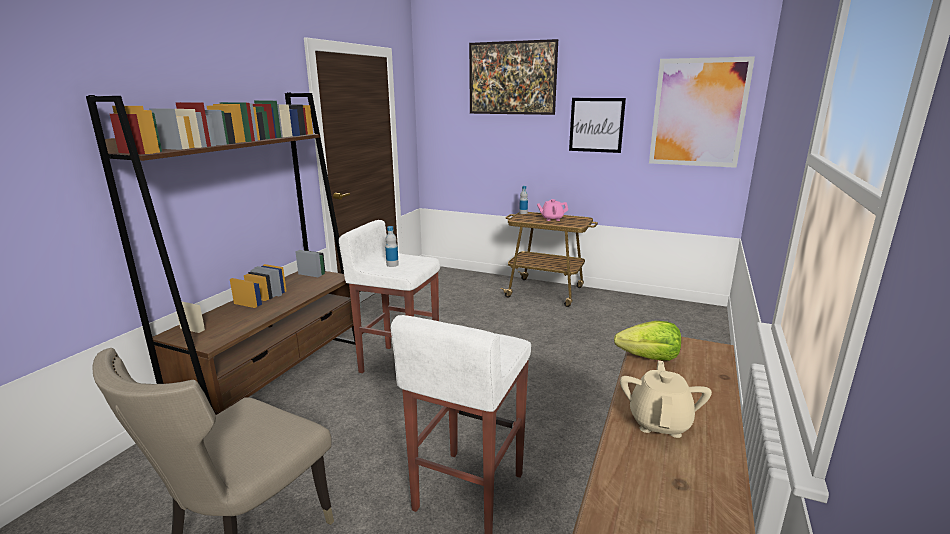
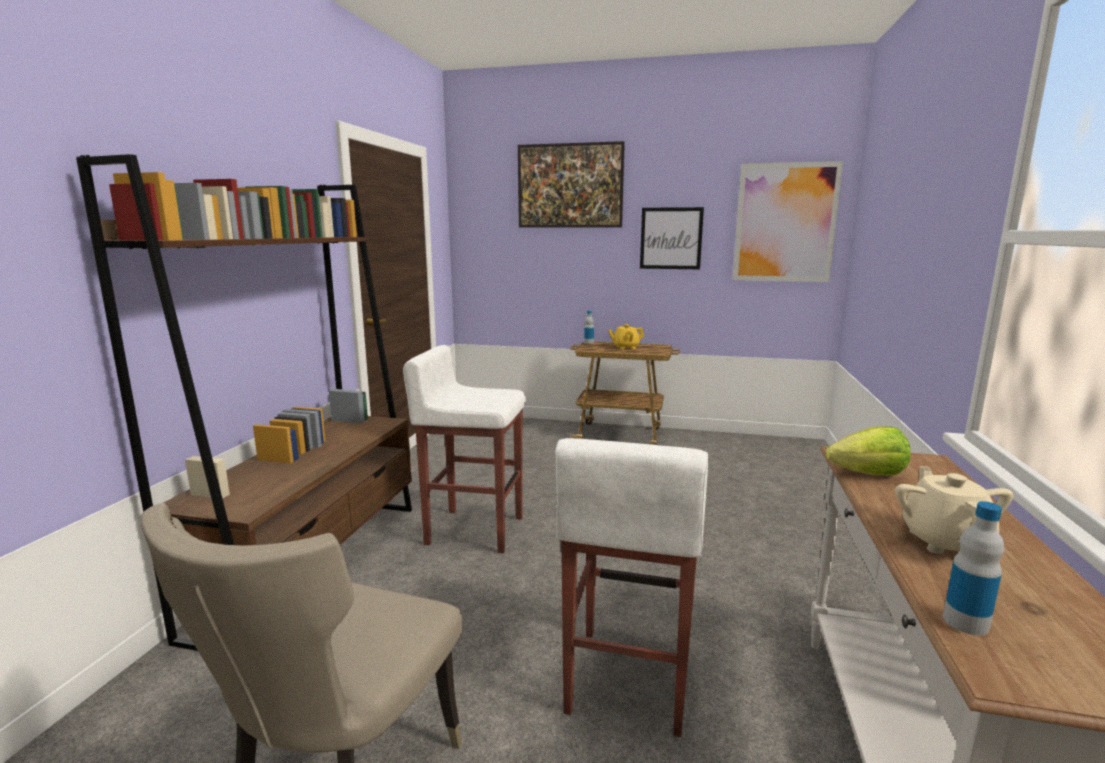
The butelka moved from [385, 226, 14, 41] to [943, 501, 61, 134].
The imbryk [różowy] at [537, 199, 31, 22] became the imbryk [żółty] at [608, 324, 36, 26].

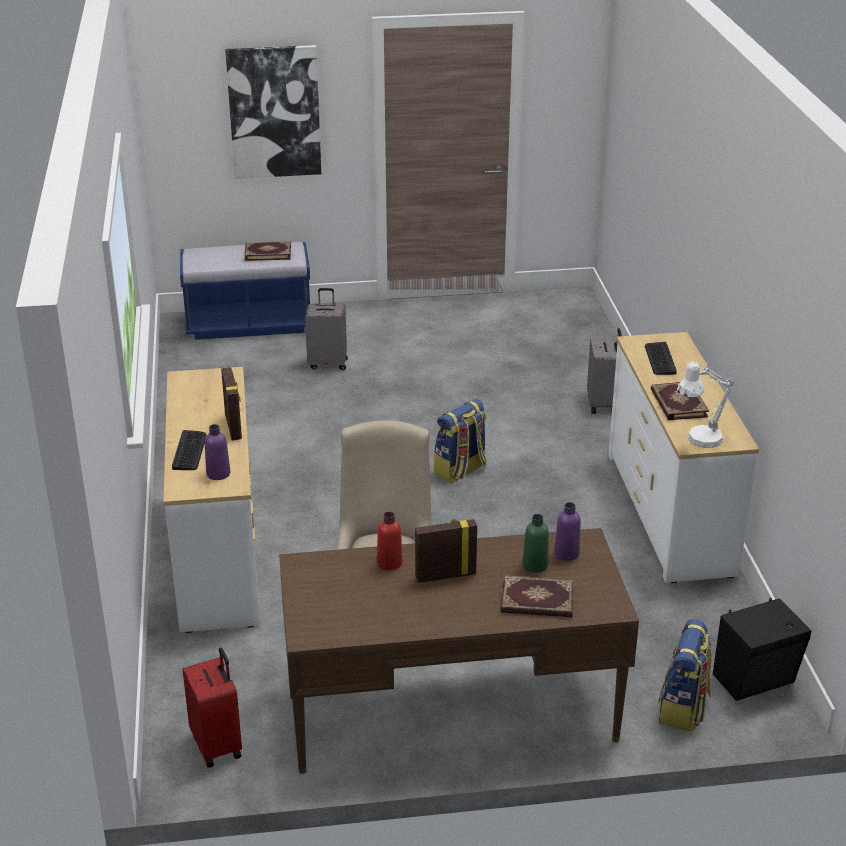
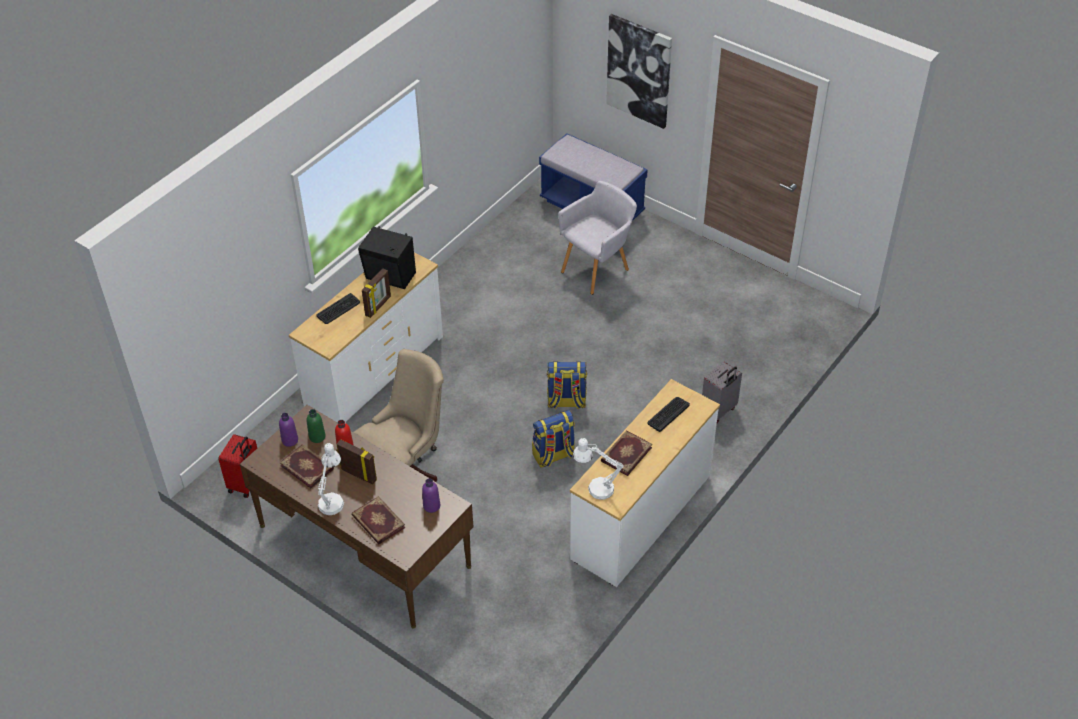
The butelka [fioletowy] moved from [205, 424, 25, 56] to [279, 413, 19, 34].
The książka moved from [244, 241, 47, 20] to [279, 444, 55, 44].
The walizka [szary] at [305, 288, 43, 82] was replaced by the fotel [szary] at [558, 181, 79, 114].
The butelka [zielony] moved from [523, 514, 26, 59] to [307, 409, 19, 34].
The plecak moved from [658, 619, 54, 112] to [532, 410, 43, 58].
The głośnik [czarny] moved from [713, 598, 98, 103] to [358, 226, 58, 63].
The lampa stołowa [biały] at [318, 443, 26, 72] appeared.

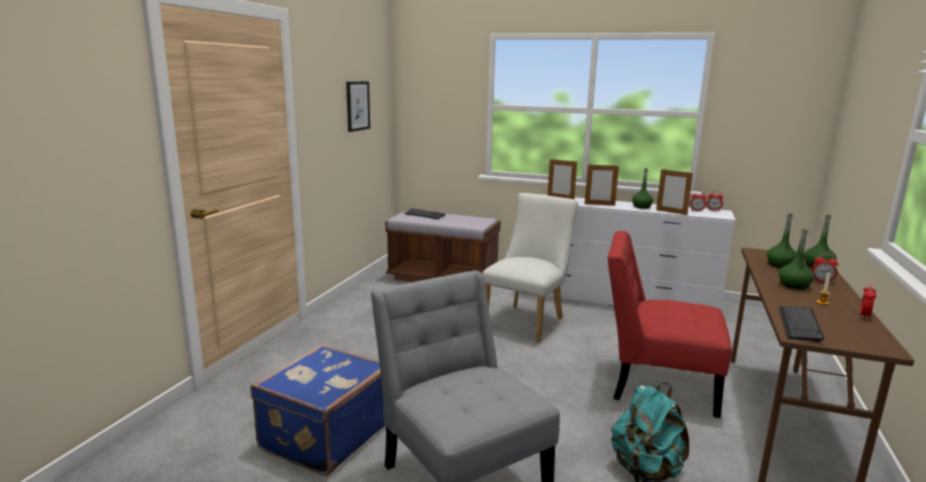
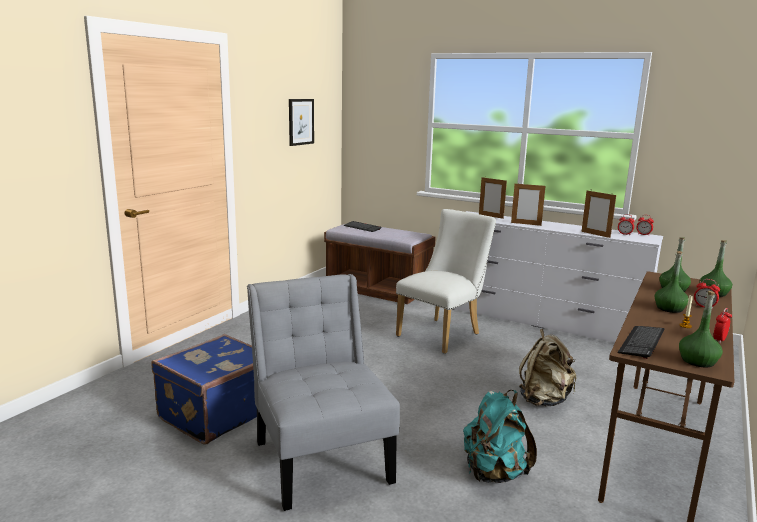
The krzesło [czerwony] at [607, 231, 125, 187] was replaced by the plecak [beżowy] at [519, 329, 57, 78].
The butelka [zielony] moved from [632, 168, 21, 41] to [679, 291, 44, 76].

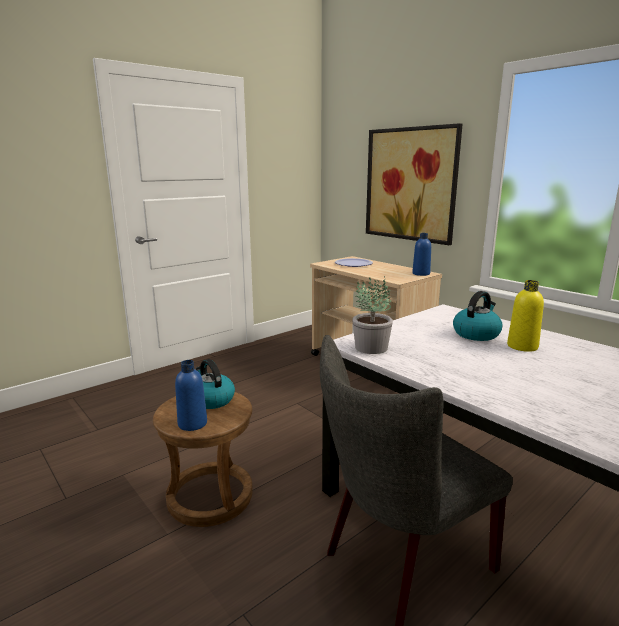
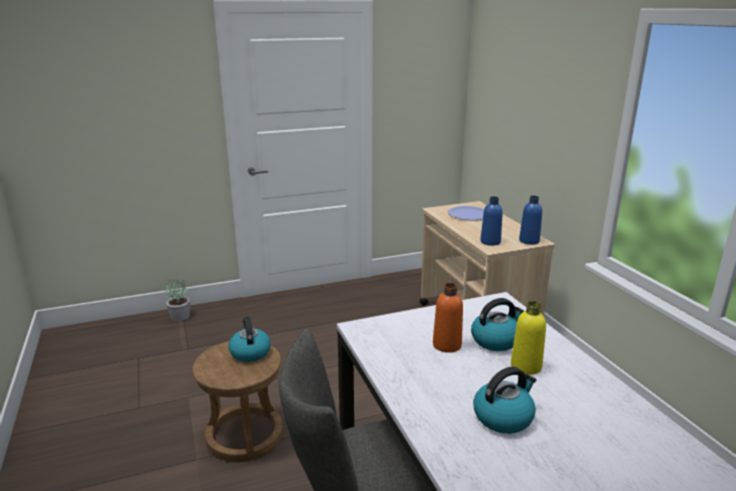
The butelka [niebieski] moved from [175, 360, 32, 71] to [480, 196, 23, 50].
The roślina doniczkowa moved from [352, 276, 41, 78] to [166, 279, 24, 42].
The obraz at [366, 123, 97, 122] disappeared.
The butelka [pomarańczowy] at [433, 283, 30, 70] appeared.
The czajnik at [473, 366, 63, 68] appeared.

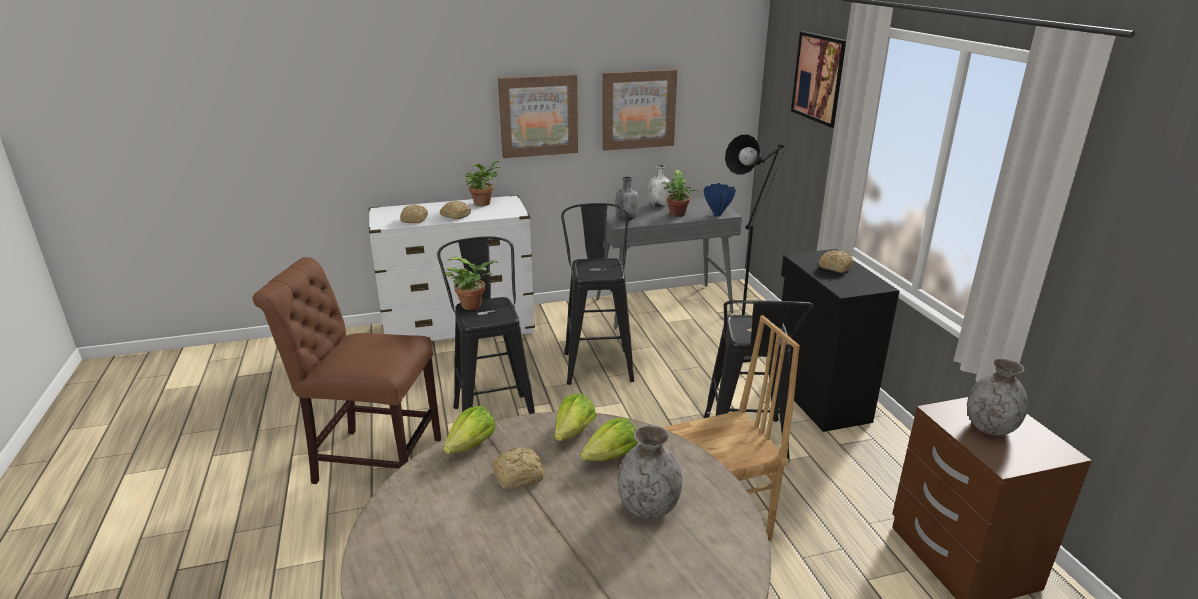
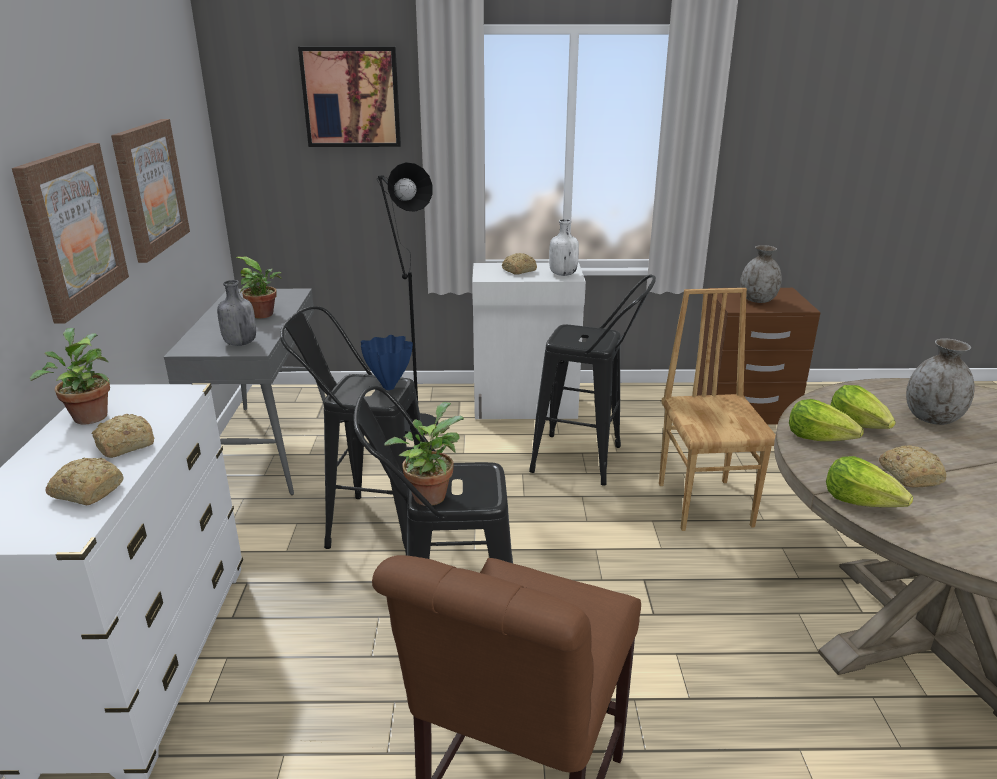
The butelka [biały] moved from [648, 165, 22, 42] to [549, 219, 30, 57].
The wazon [niebieski] moved from [704, 183, 32, 33] to [361, 335, 52, 55].
The szafka [czarny] at [781, 249, 118, 183] became the szafka [biały] at [472, 263, 114, 156].

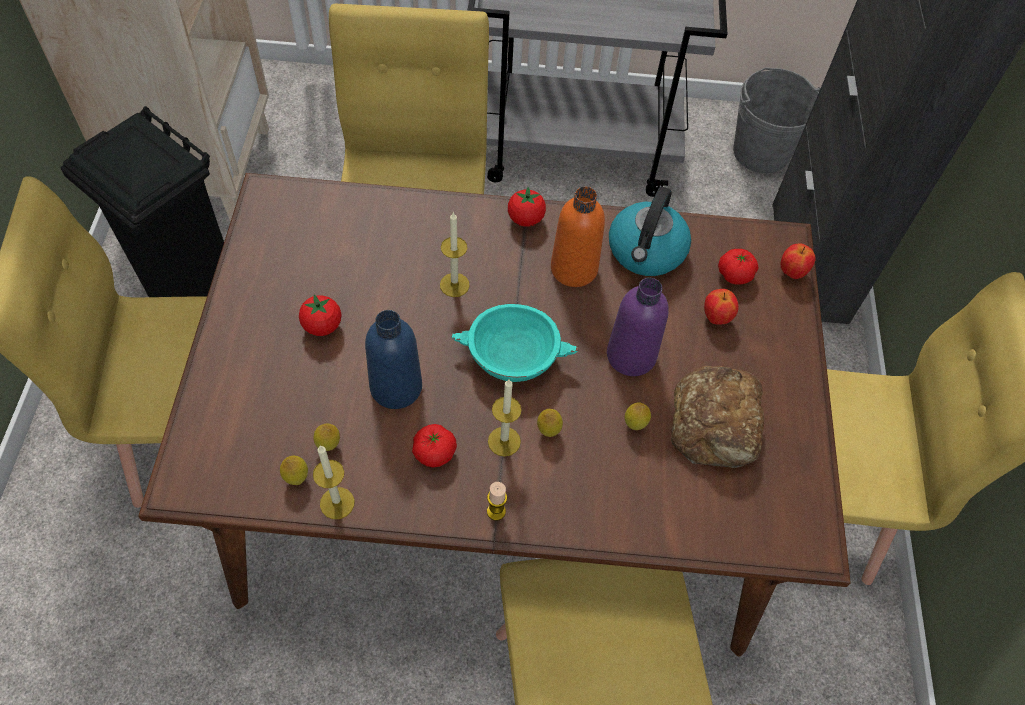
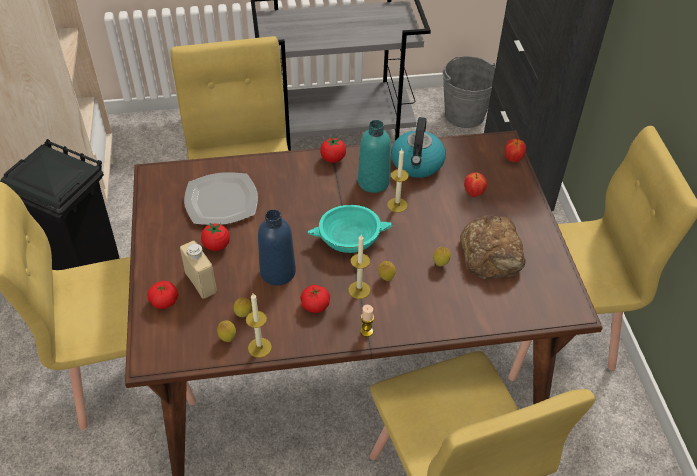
The świeca moved from [440, 212, 30, 85] to [387, 149, 22, 63].
The butelka [pomarańczowy] at [551, 186, 54, 101] became the butelka [turkusowy] at [358, 120, 33, 73].
The butelka [fioletowy] at [607, 278, 62, 98] disappeared.
The pomidor moved from [718, 249, 40, 35] to [147, 281, 31, 28].
The butelka [beżowy] at [180, 241, 37, 58] appeared.
The talerz at [184, 172, 74, 53] appeared.

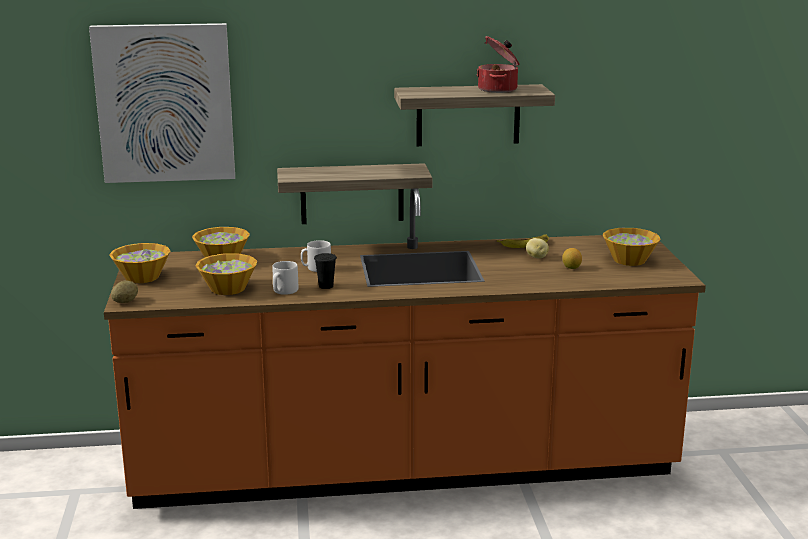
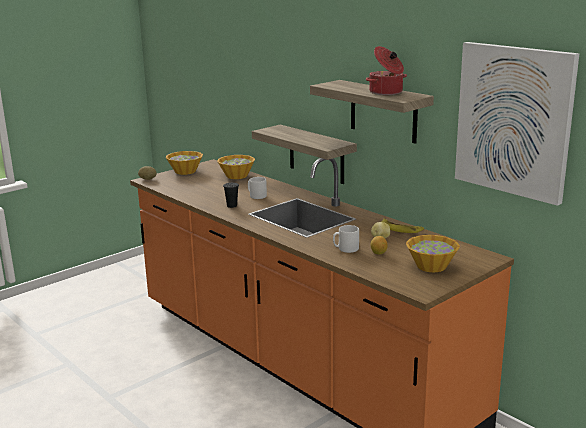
The obraz moved from [89, 23, 146, 160] to [455, 42, 124, 164].
The miska at [196, 253, 61, 42] disappeared.
The kubek [szary] moved from [272, 261, 26, 34] to [333, 225, 26, 28].

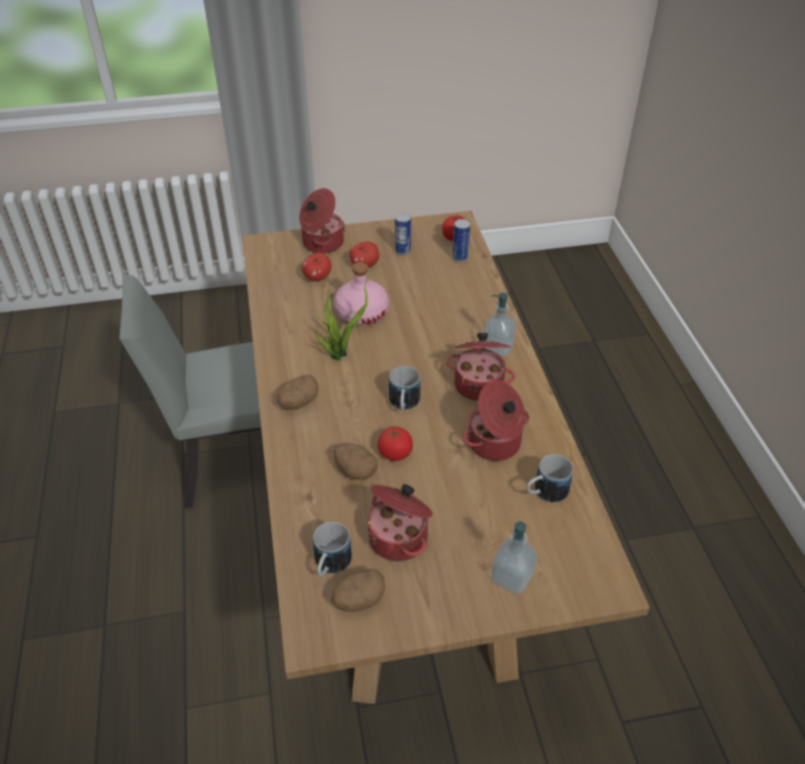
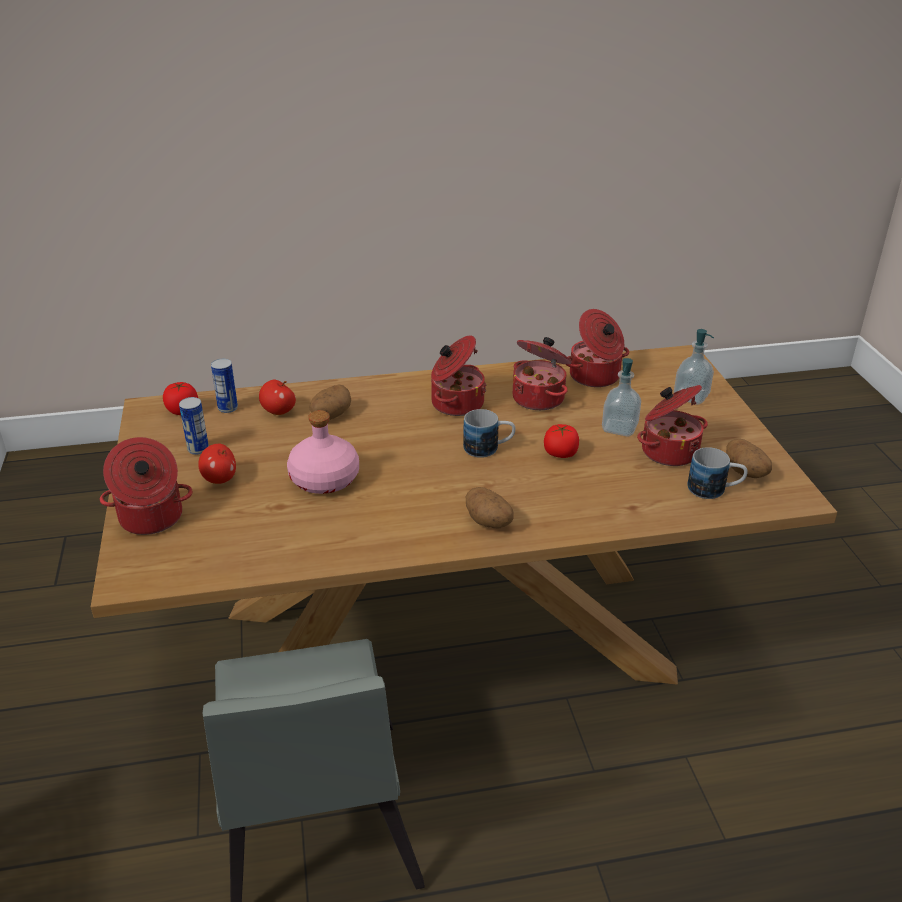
The jabłko moved from [302, 252, 30, 29] to [259, 380, 37, 35].
The roślina doniczkowa at [314, 273, 60, 88] disappeared.
The ziemniak moved from [334, 443, 44, 37] to [309, 385, 42, 35].
The dozownik mydła moved from [483, 293, 33, 64] to [602, 358, 39, 78].
The kubek at [526, 454, 47, 49] was replaced by the garnek at [565, 309, 64, 78].

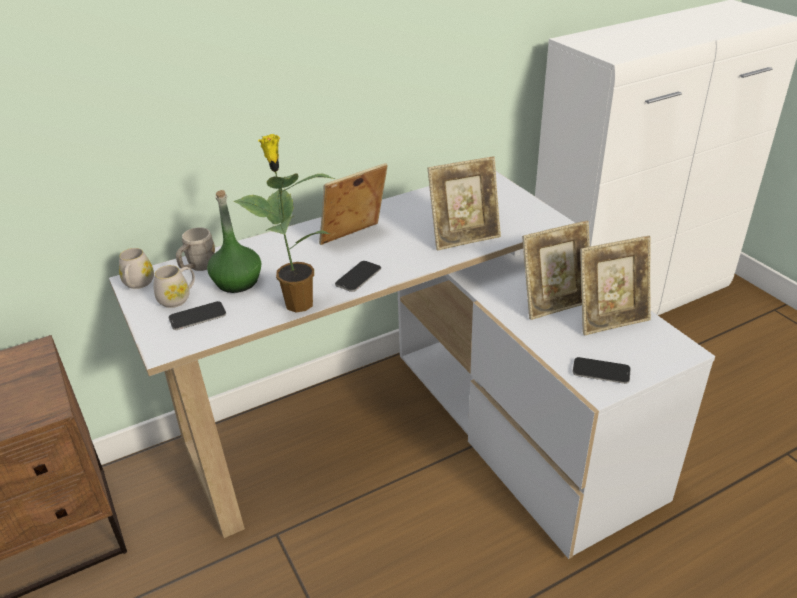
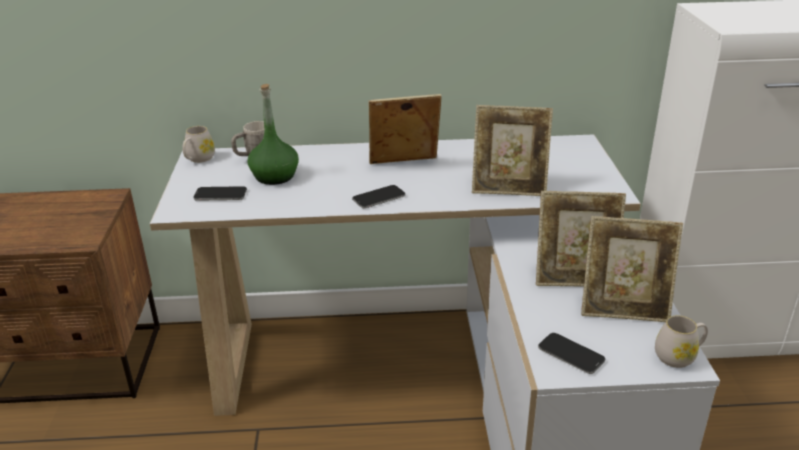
The kubek [biały] moved from [154, 265, 41, 43] to [655, 315, 53, 53].
The roślina doniczkowa at [234, 134, 102, 179] disappeared.

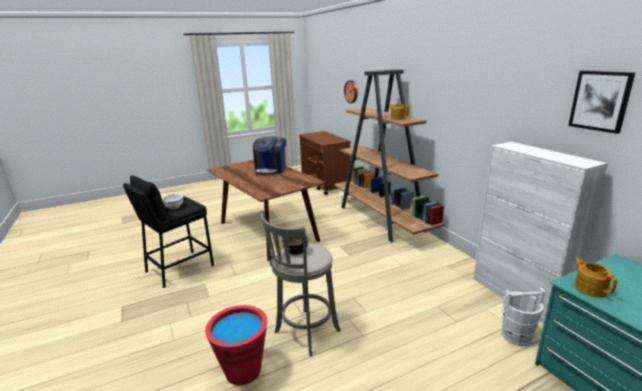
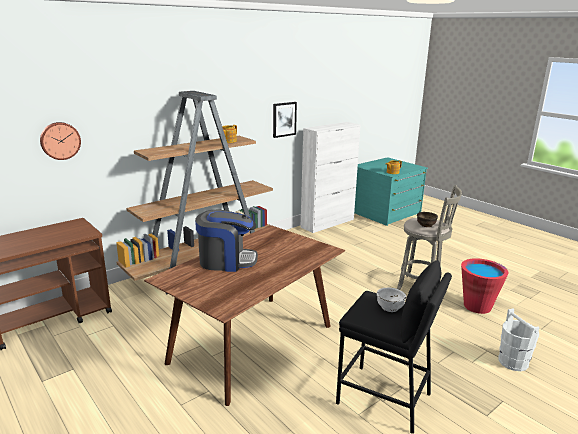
The wiadro [biały] moved from [501, 288, 44, 58] to [499, 309, 41, 62].
The obraz moved from [568, 71, 67, 63] to [273, 102, 24, 36].

